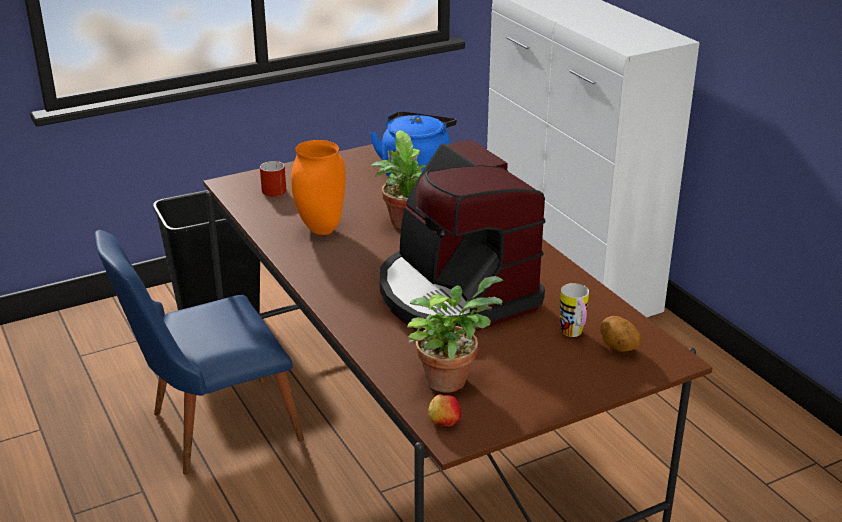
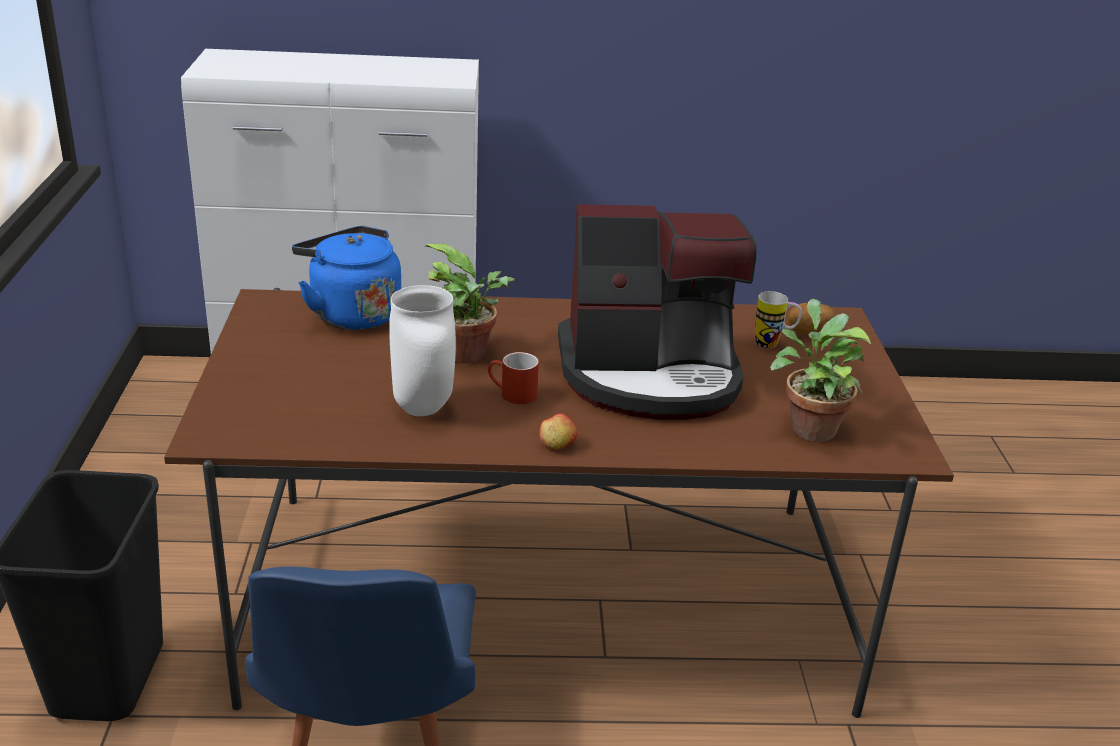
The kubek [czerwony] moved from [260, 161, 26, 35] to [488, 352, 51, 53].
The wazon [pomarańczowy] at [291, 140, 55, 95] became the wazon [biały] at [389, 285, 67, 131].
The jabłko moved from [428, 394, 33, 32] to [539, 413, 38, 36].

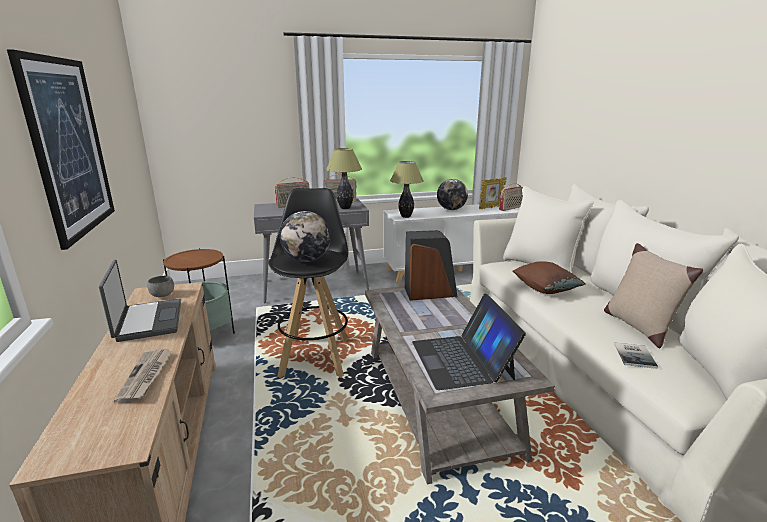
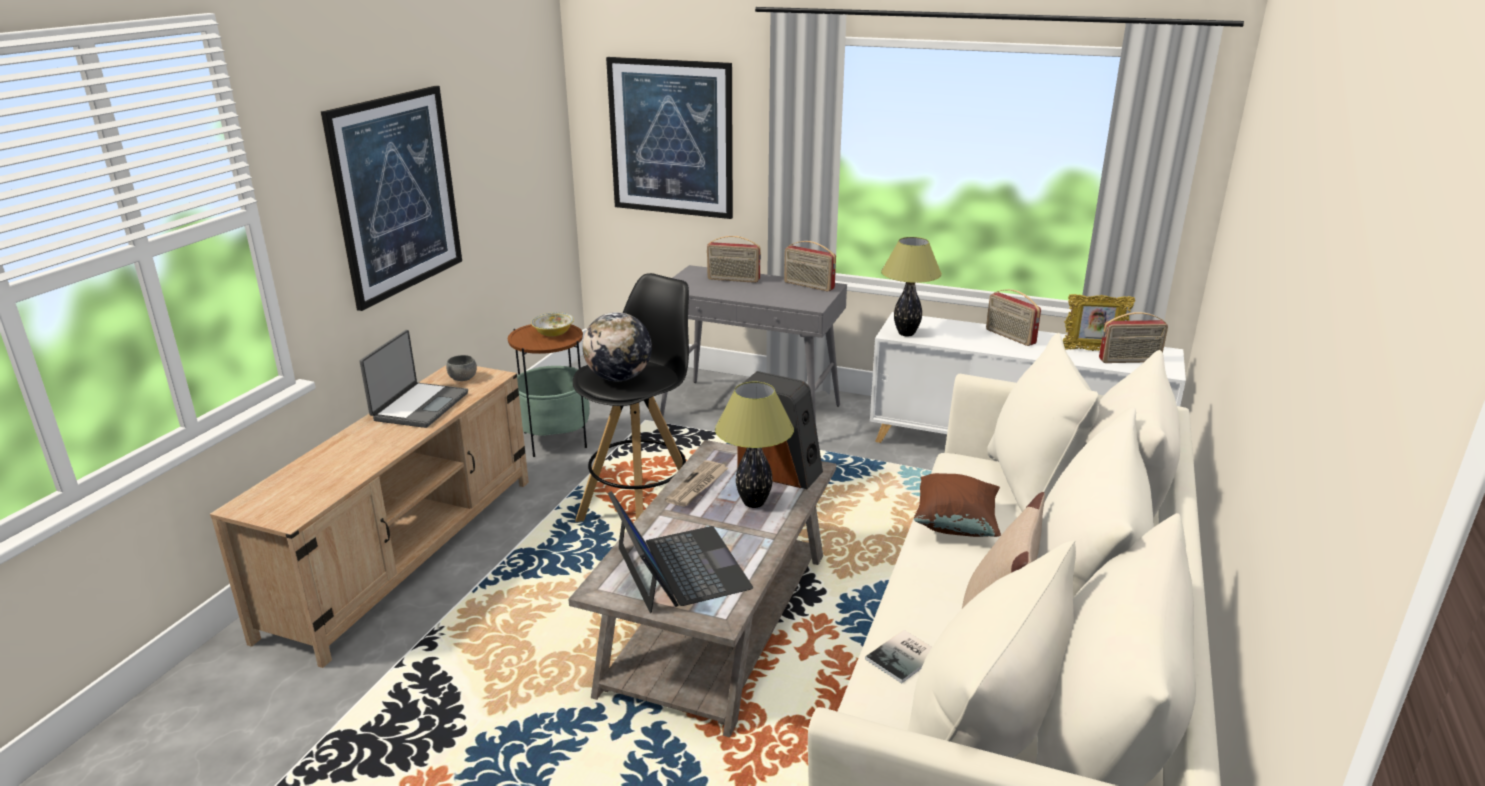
The gazeta moved from [113, 349, 60, 55] to [665, 460, 63, 47].
The lampa stołowa moved from [326, 148, 36, 61] to [715, 382, 79, 126].
The laptop at [412, 293, 114, 97] turned 135 degrees clockwise.
The globus at [437, 179, 31, 31] was replaced by the radio at [986, 289, 55, 57].
The miska at [531, 312, 43, 25] appeared.
The obraz at [606, 57, 127, 162] appeared.

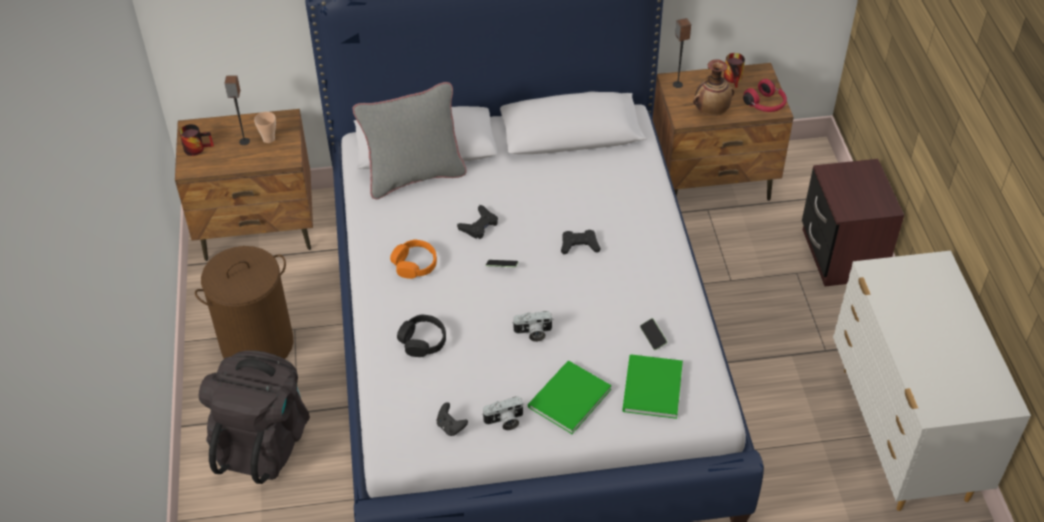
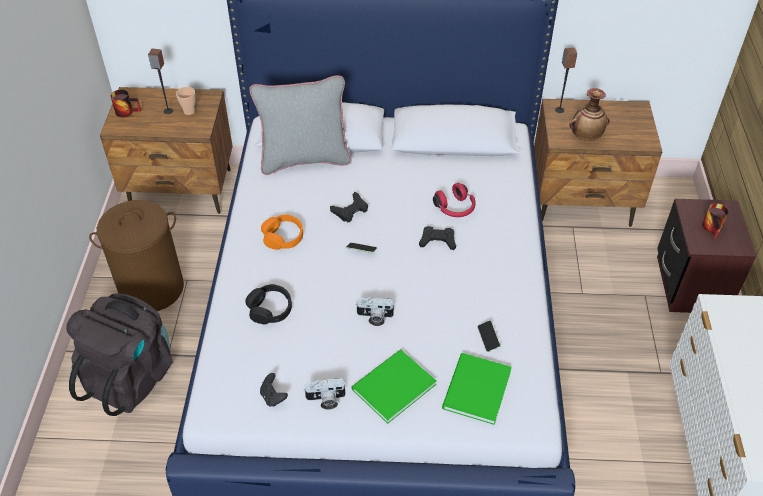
The kubek moved from [724, 53, 21, 35] to [702, 203, 26, 36].
The słuchawki [czerwony] moved from [743, 79, 44, 33] to [433, 183, 43, 34].

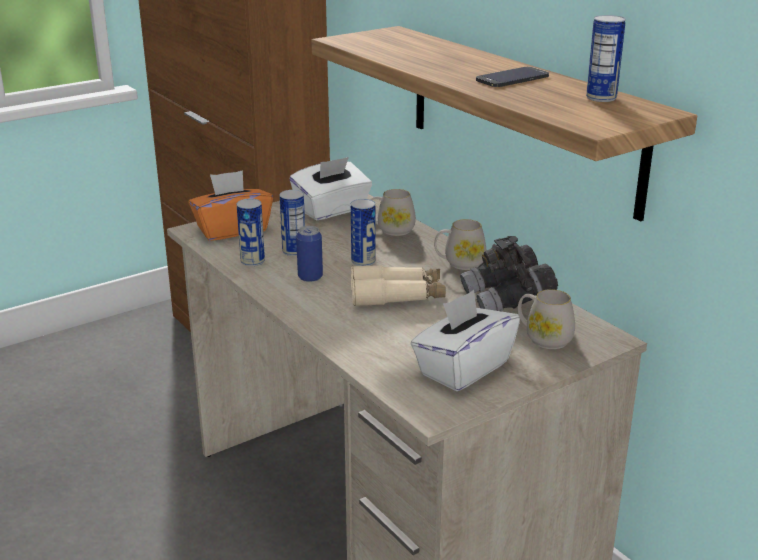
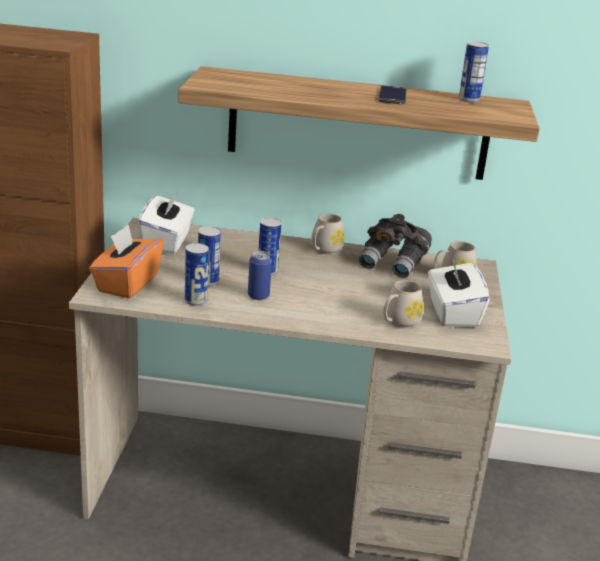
The lornetka [beżowy] at [351, 265, 95, 41] disappeared.
The kubek [biały] moved from [370, 189, 46, 47] to [383, 280, 41, 48].

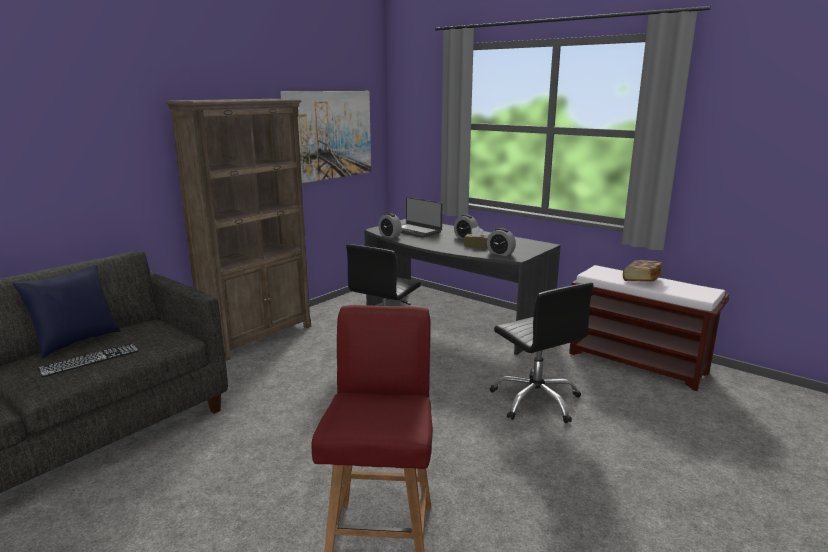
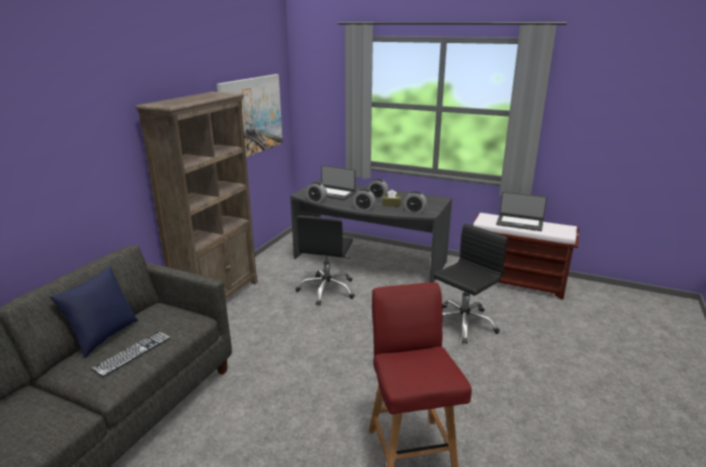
The krzesło biurowe [czarny] at [490, 282, 103, 141] turned 90 degrees counterclockwise.
The książka at [623, 260, 39, 22] was replaced by the laptop at [496, 192, 51, 39].
The budzik at [353, 189, 23, 21] appeared.

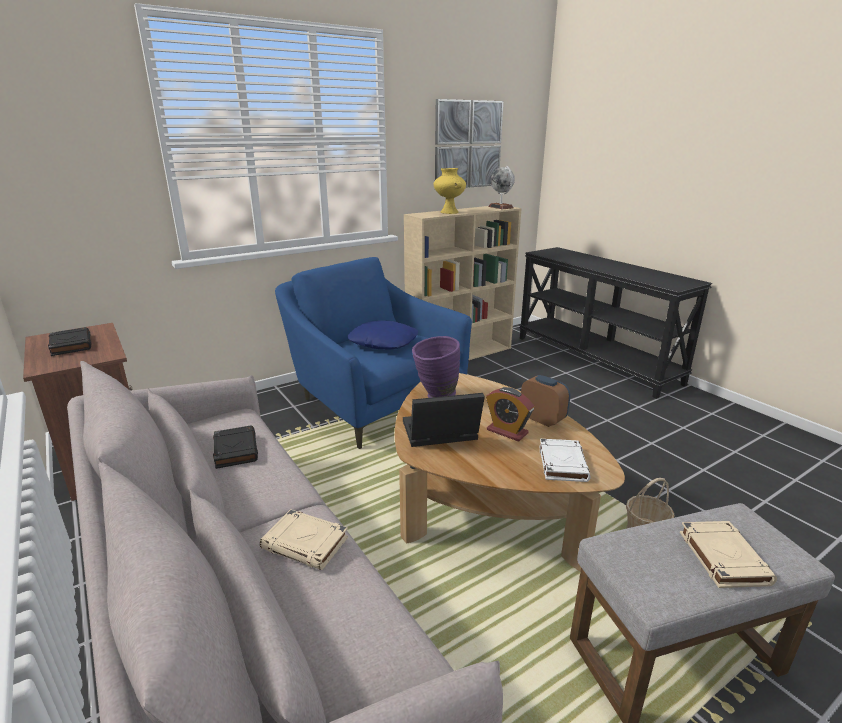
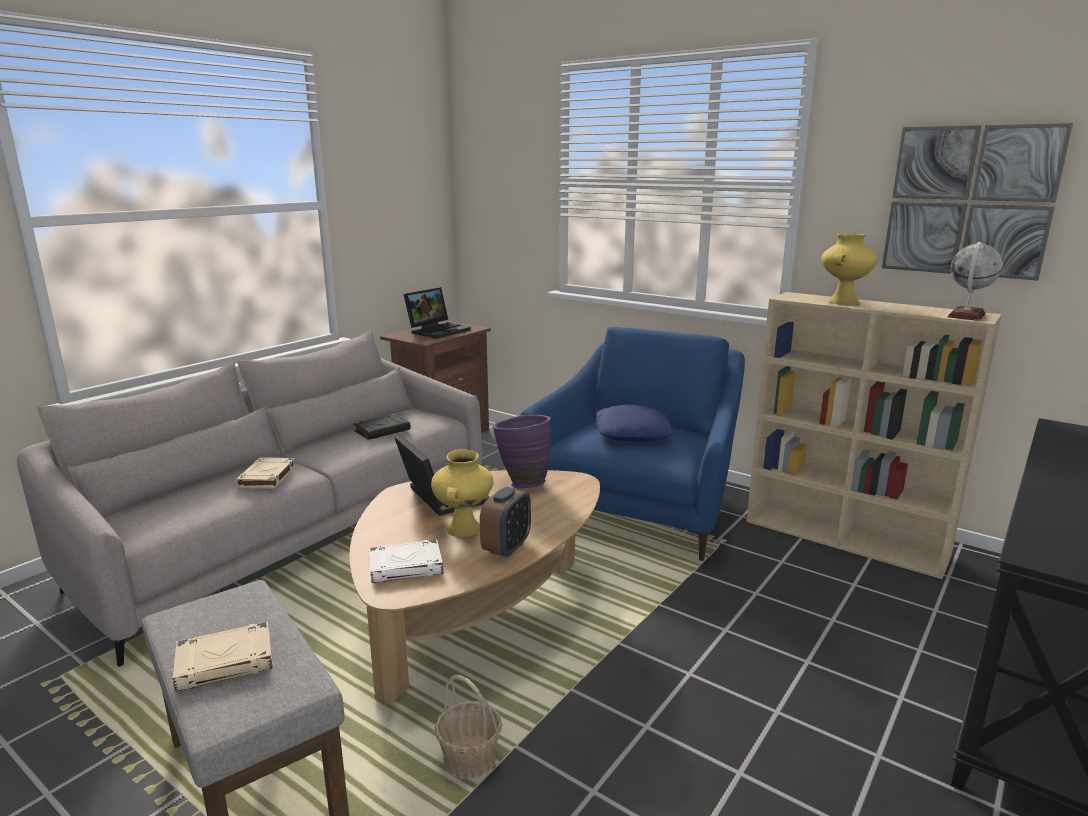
The książka [czarny] at [48, 327, 43, 29] was replaced by the laptop at [403, 287, 68, 52].
The budzik at [486, 387, 48, 55] was replaced by the wazon [żółty] at [431, 449, 63, 88].

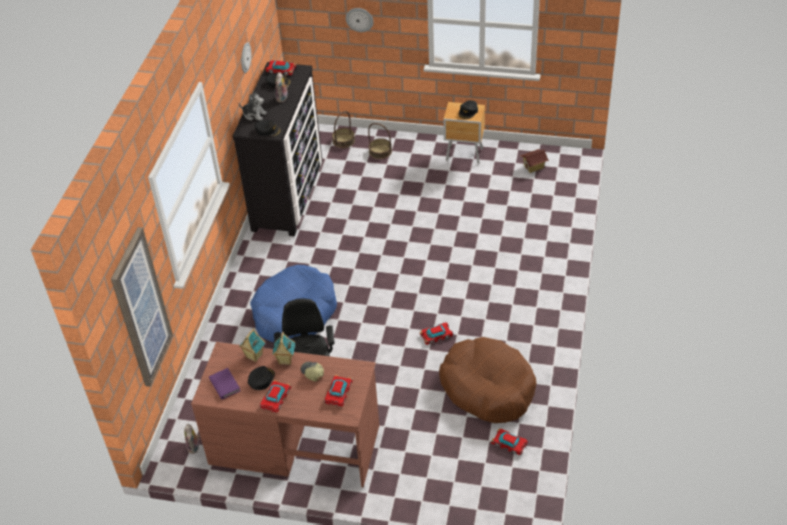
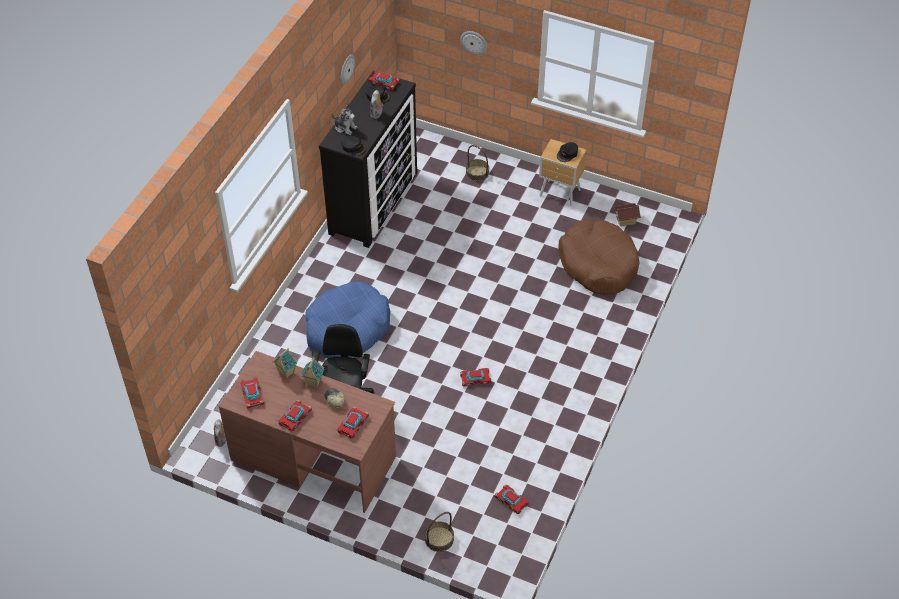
The obraz at [111, 227, 62, 160] disappeared.
The książka [fioletowy] at [209, 368, 32, 31] was replaced by the samochodzik at [240, 377, 24, 31].
The czapka z daszkiem [czarny] at [248, 366, 27, 24] disappeared.
The koszyk moved from [332, 111, 23, 37] to [425, 512, 29, 40].
The legowisko [brązowy] moved from [439, 337, 97, 86] to [558, 219, 82, 76].

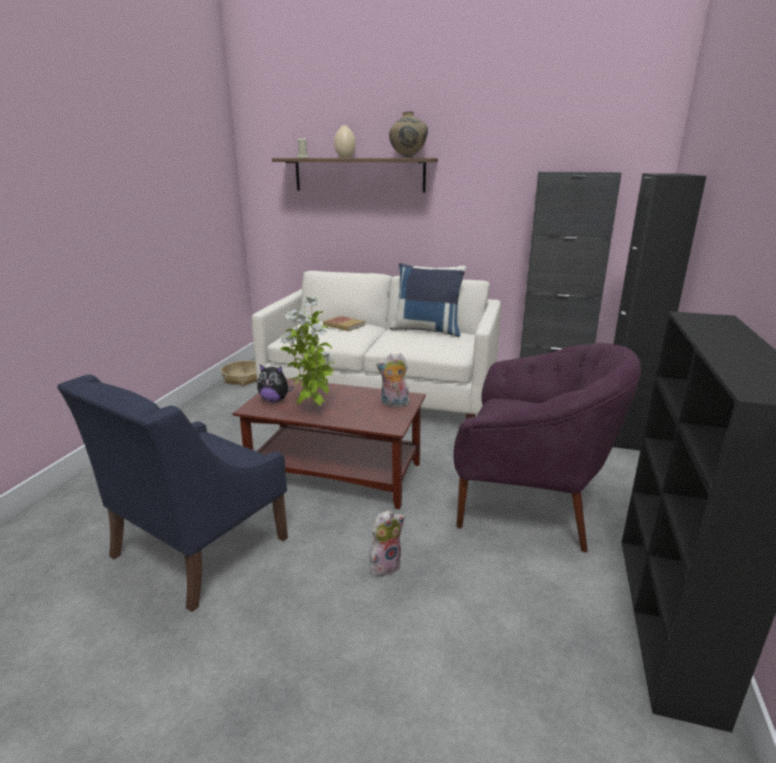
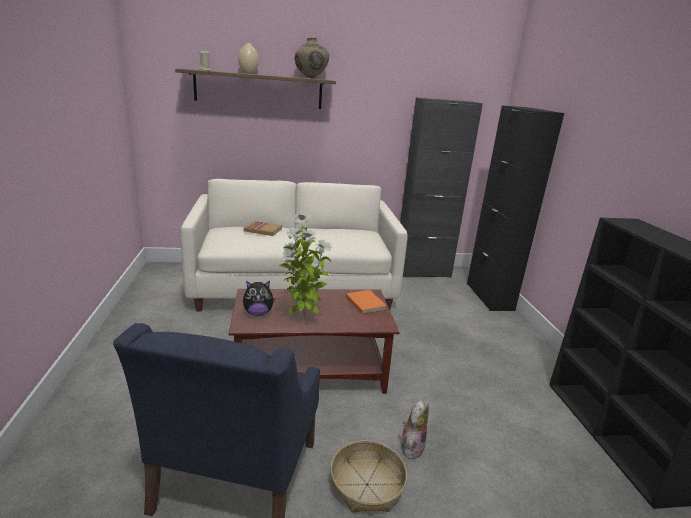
The koszyk moved from [221, 360, 36, 26] to [331, 440, 77, 73].
The pluszak at [376, 353, 33, 54] was replaced by the książka [pomarańczowy] at [346, 290, 41, 24].
The poduszka [niebieski] at [390, 263, 77, 74] disappeared.
The fotel [fioletowy] at [453, 343, 189, 209] disappeared.

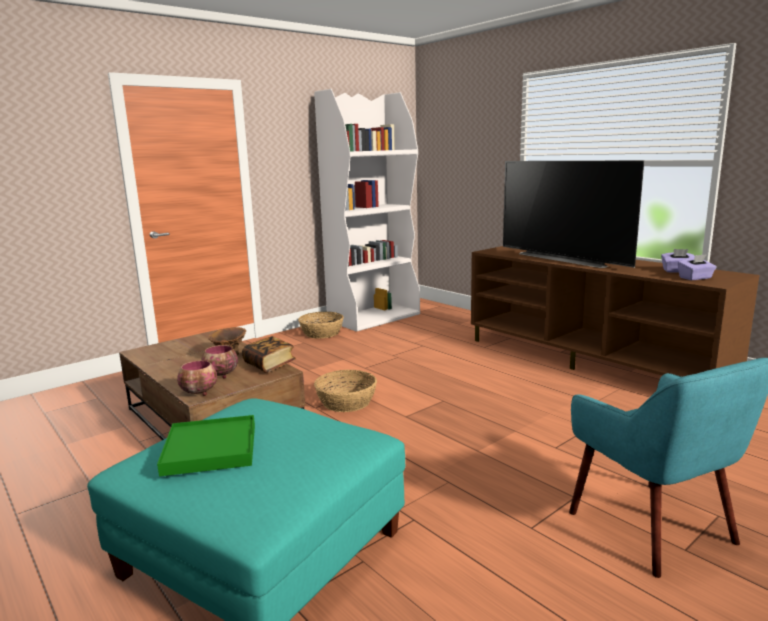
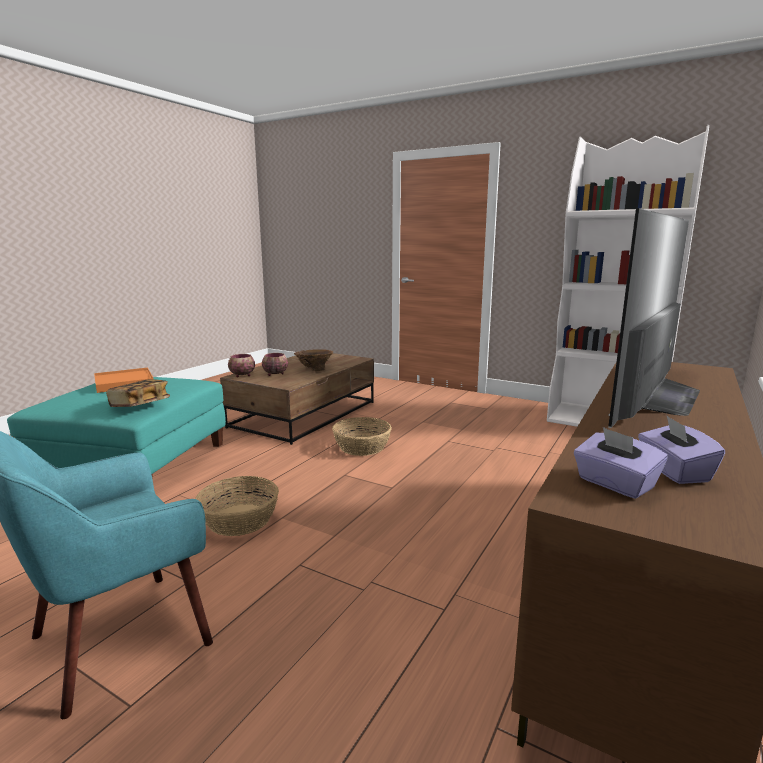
The taca [zielony] at [157, 415, 98, 61] became the taca [pomarańczowy] at [94, 367, 60, 26].
The książka moved from [242, 336, 54, 37] to [106, 379, 64, 28].
The koszyk moved from [298, 312, 46, 27] to [195, 476, 84, 60].

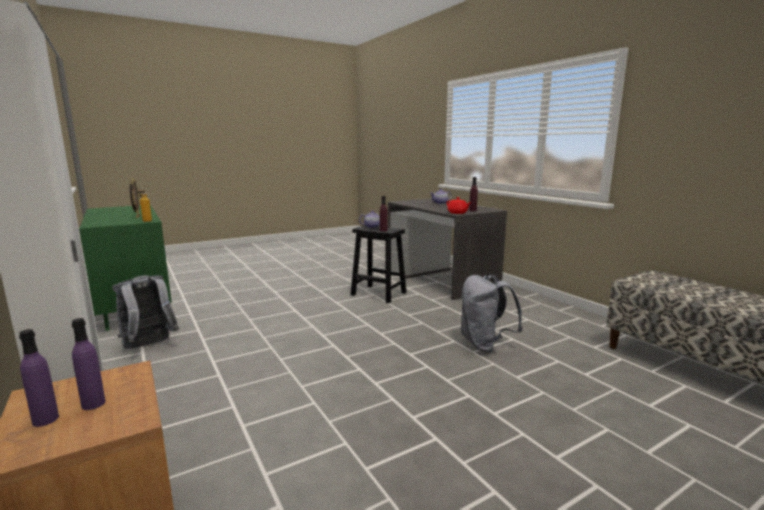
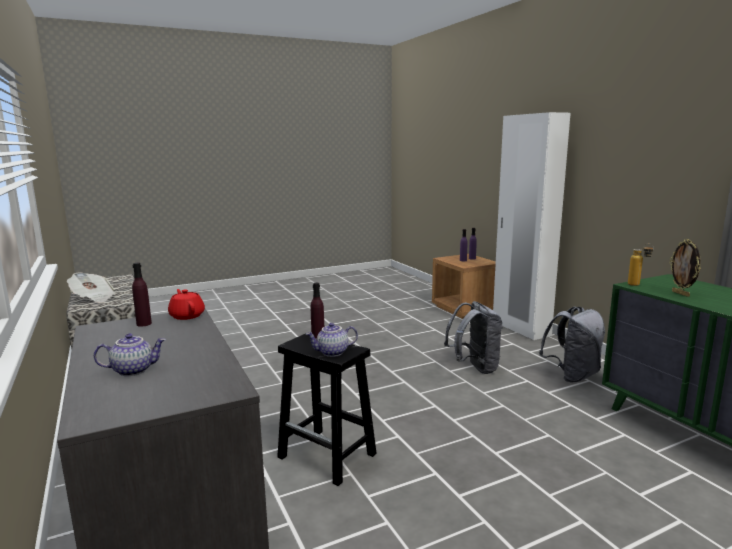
The plecak [szary] moved from [460, 274, 63, 79] to [444, 301, 59, 73].
The gazeta at [67, 272, 50, 31] appeared.

